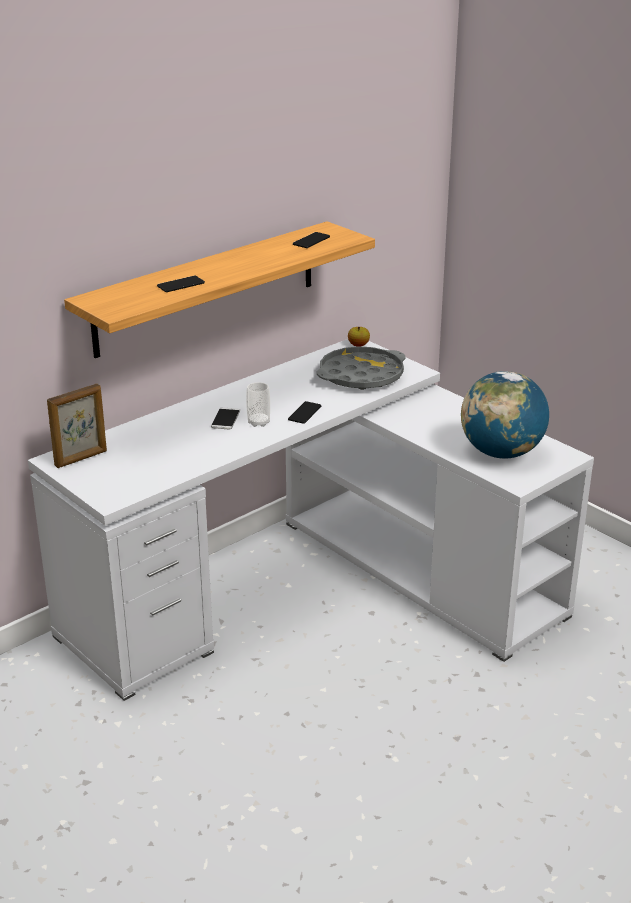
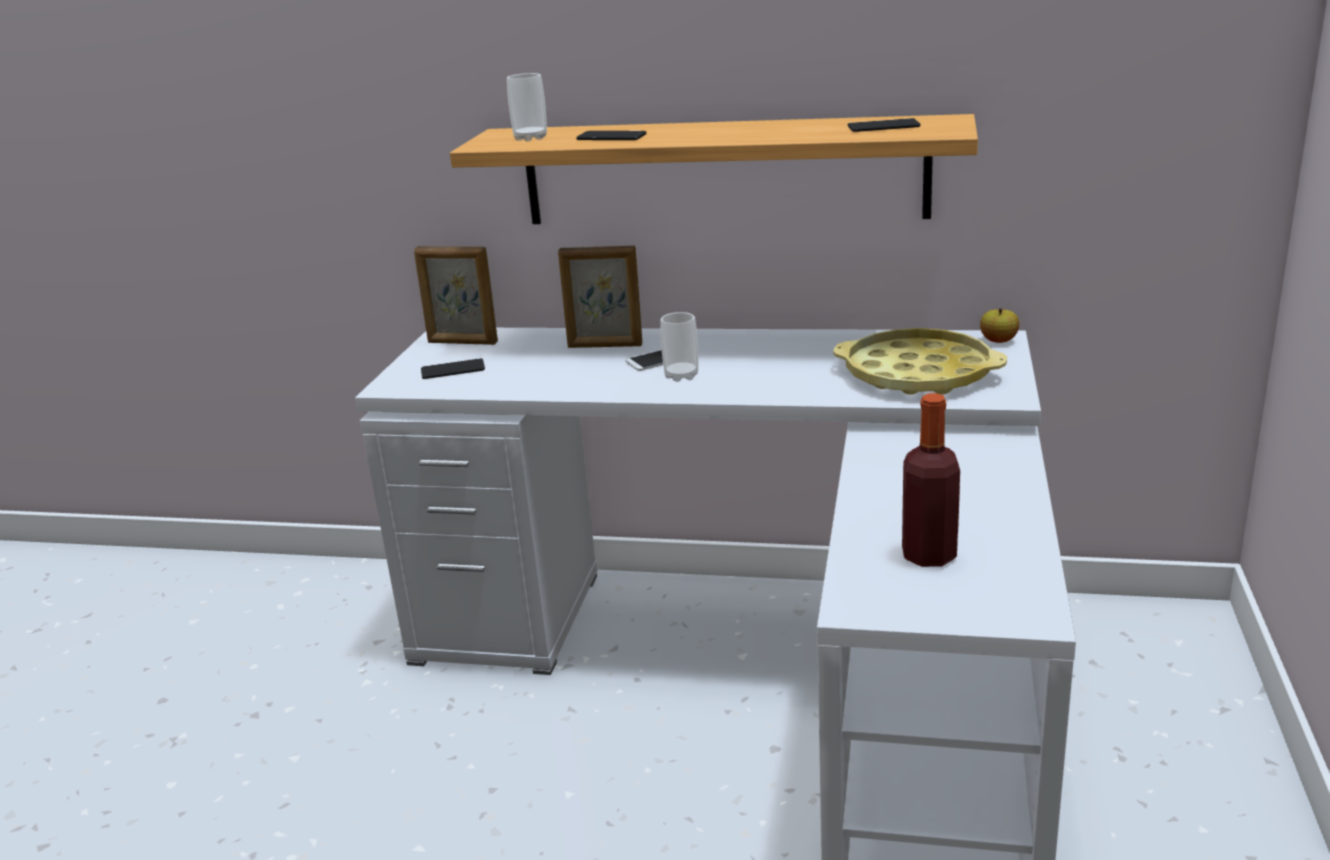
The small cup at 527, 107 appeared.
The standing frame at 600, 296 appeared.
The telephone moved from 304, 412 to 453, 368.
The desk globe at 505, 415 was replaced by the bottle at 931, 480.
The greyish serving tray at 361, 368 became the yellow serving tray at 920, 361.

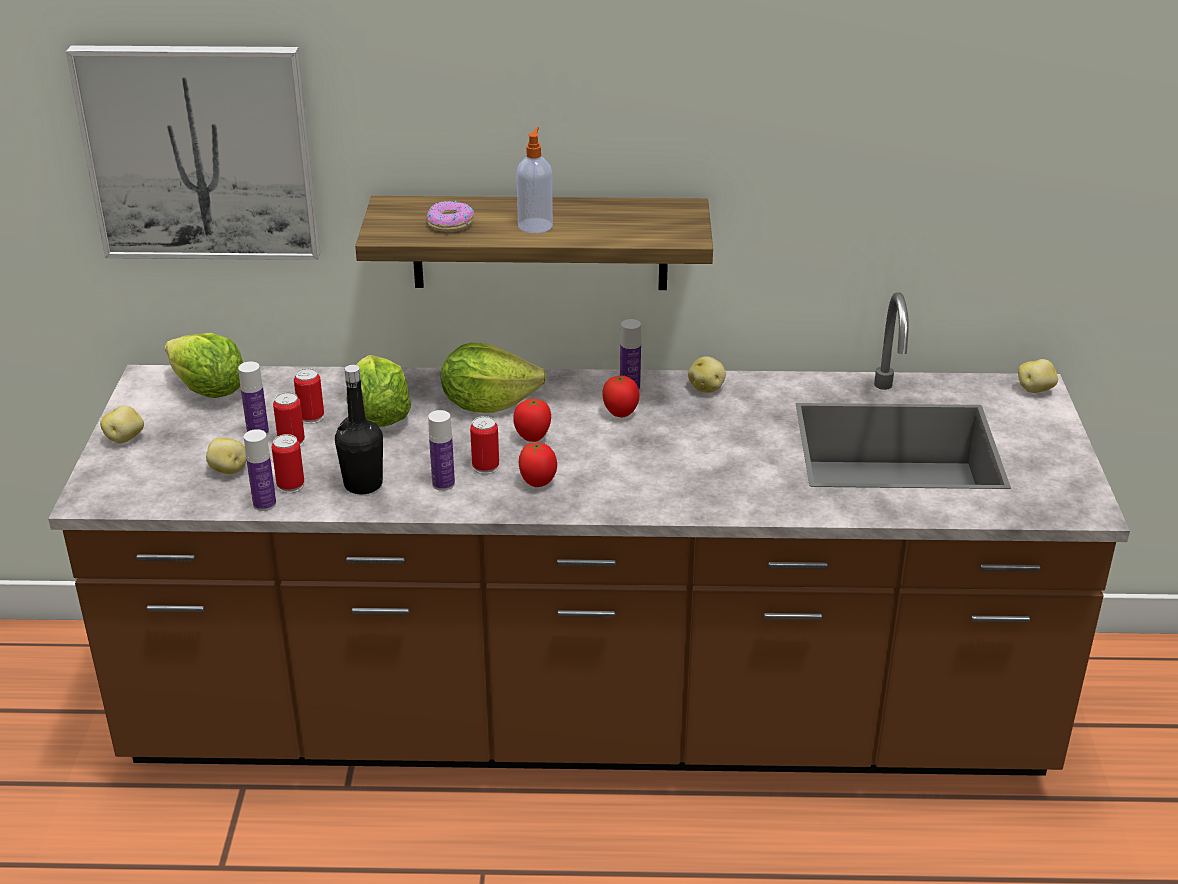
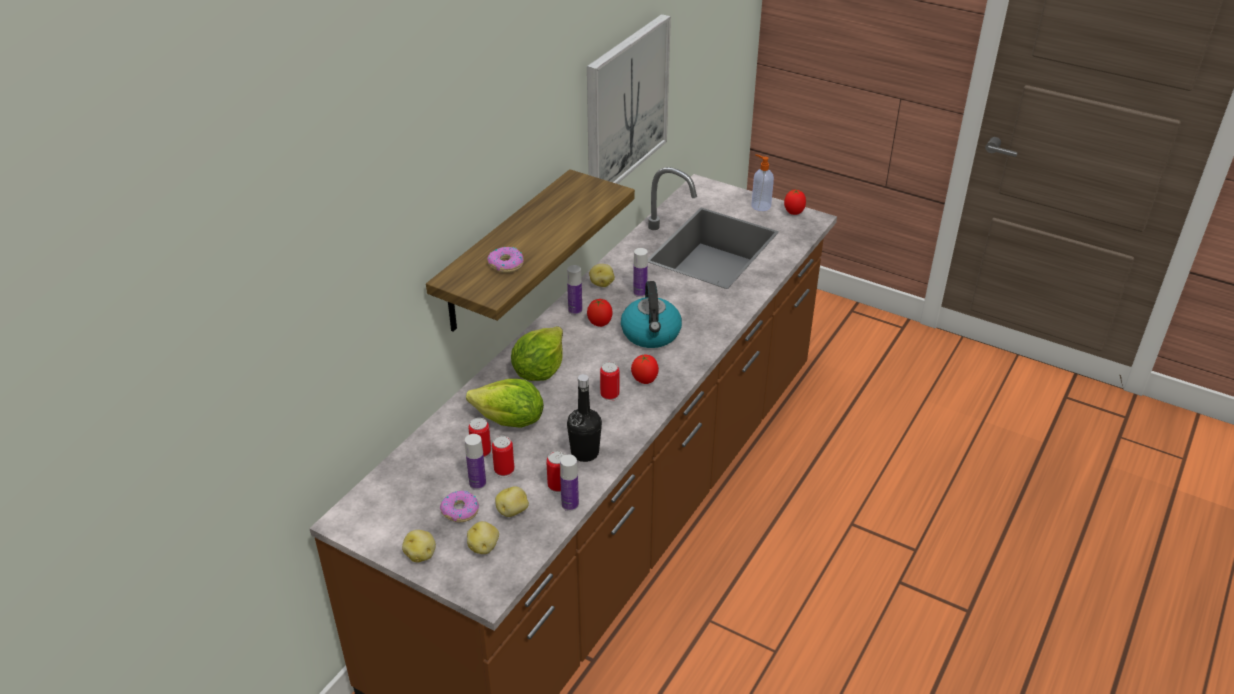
The lettuce head at 204, 365 disappeared.
The donut at 459, 506 appeared.
The tea kettle at 651, 314 appeared.
The wall picture moved from 193, 152 to 629, 99.
The bottle moved from 441, 450 to 640, 272.
The fresh tomato moved from 532, 420 to 795, 202.
The soap dispenser moved from 535, 180 to 762, 182.
The spud moved from 1038, 376 to 483, 537.

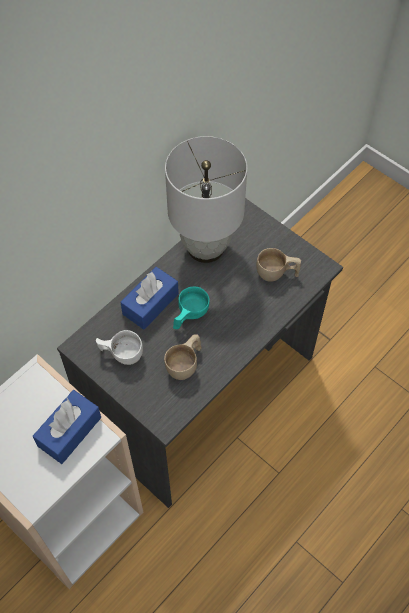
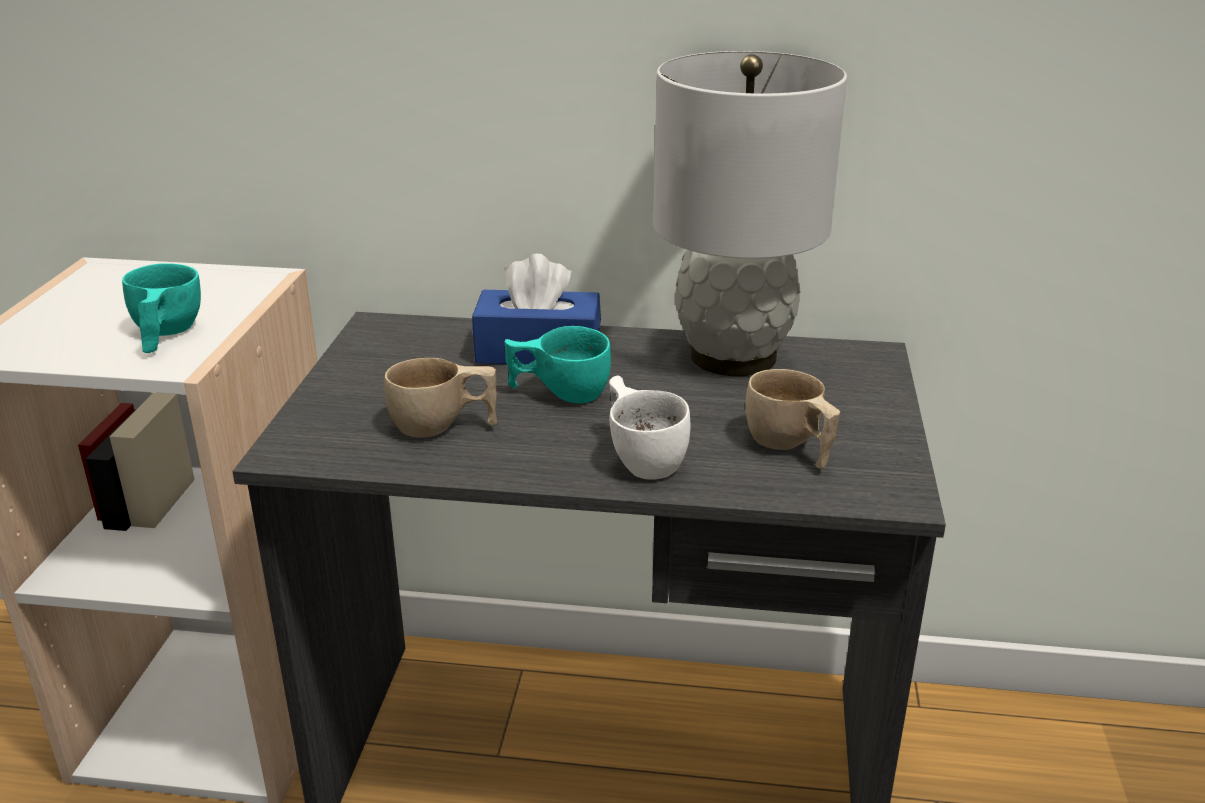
The white-coloured small cup moved from 119, 347 to 649, 427.
The blue box of tissues at 67, 427 was replaced by the blue-green small cup at 161, 308.

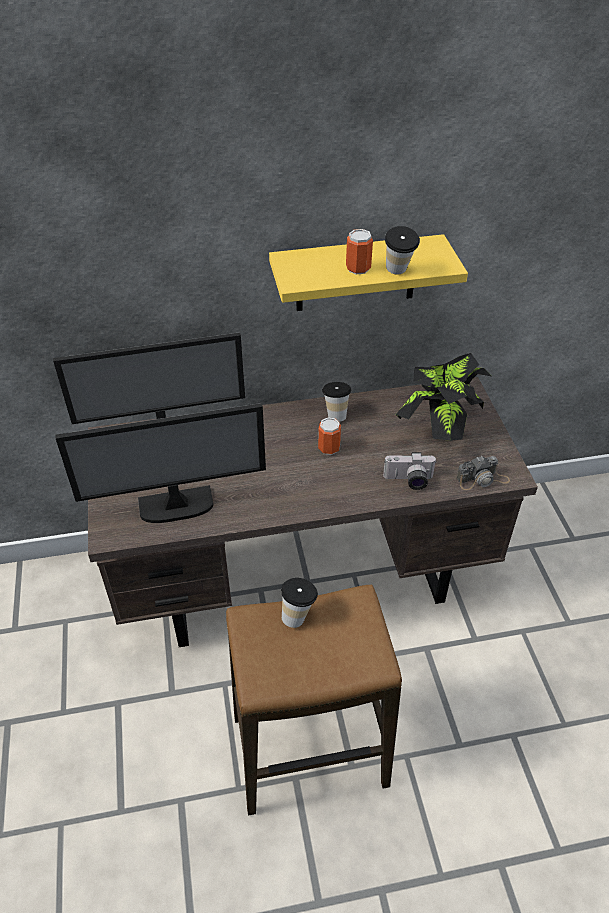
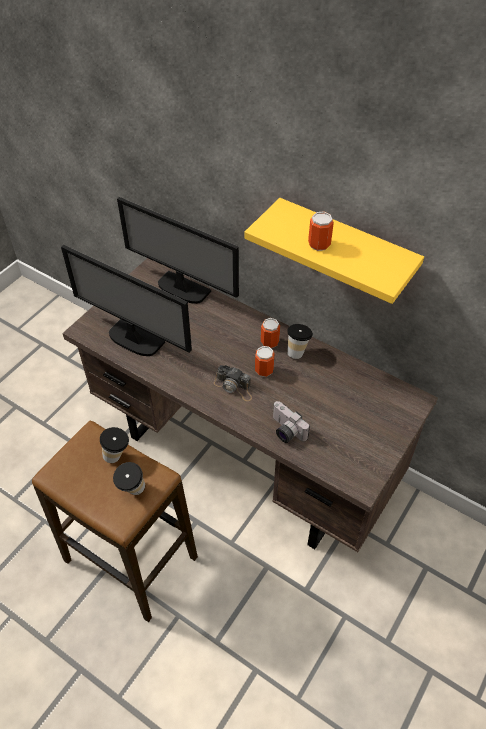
The potted plant at 443, 397 disappeared.
The can at 270, 333 appeared.
The small cup moved from 402, 250 to 129, 478.
The still camera moved from 483, 473 to 233, 383.

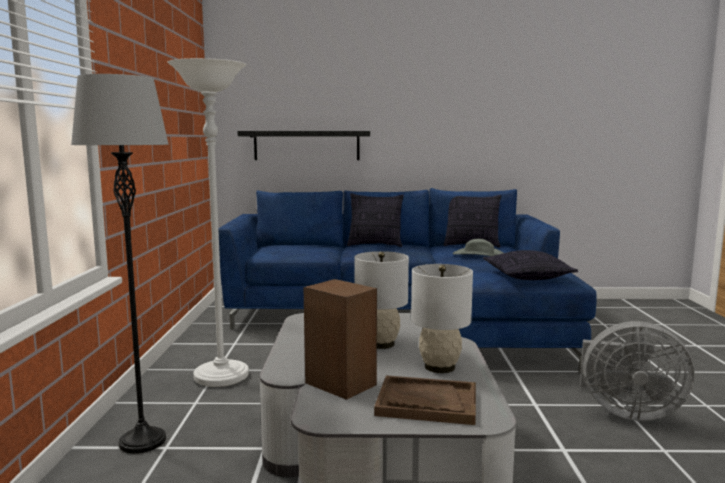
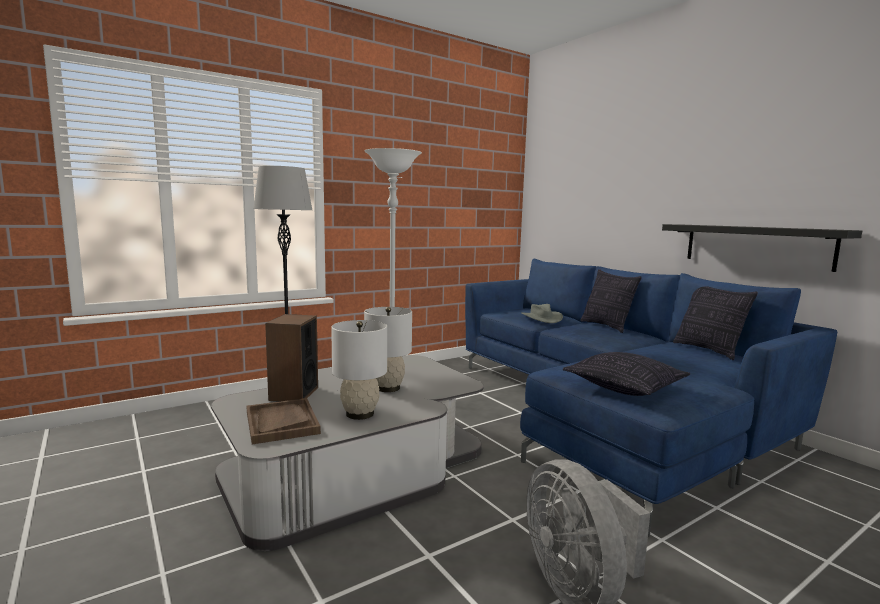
The black-coloured wall shelf moved from 304, 145 to 762, 248.
The greyish wearable hat moved from 477, 247 to 542, 313.

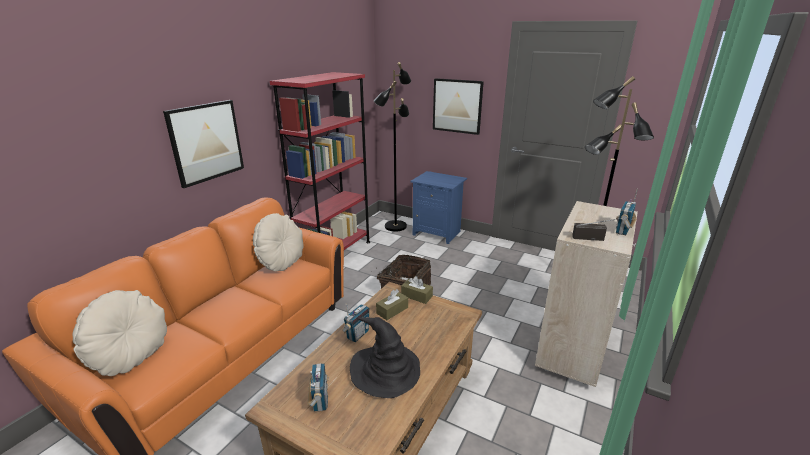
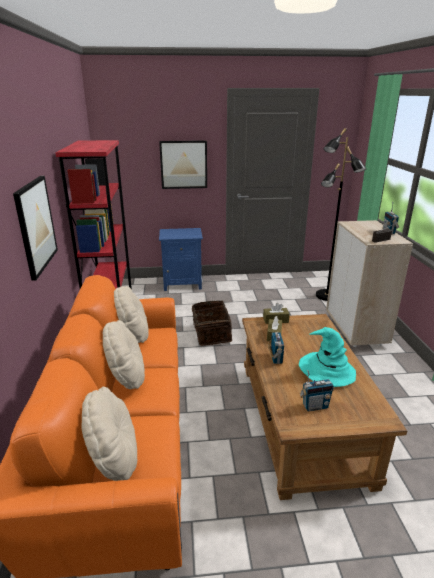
The black-coloured floor lamp at 392, 147 disappeared.
The beige cushion at 123, 354 appeared.
The black-coloured wearable hat at 385, 357 became the blue-green wearable hat at 327, 357.
The radio at 318, 388 turned 120 degrees clockwise.

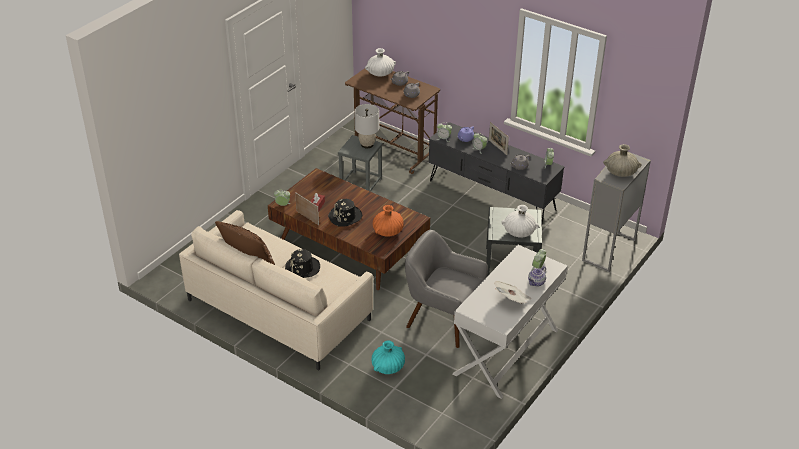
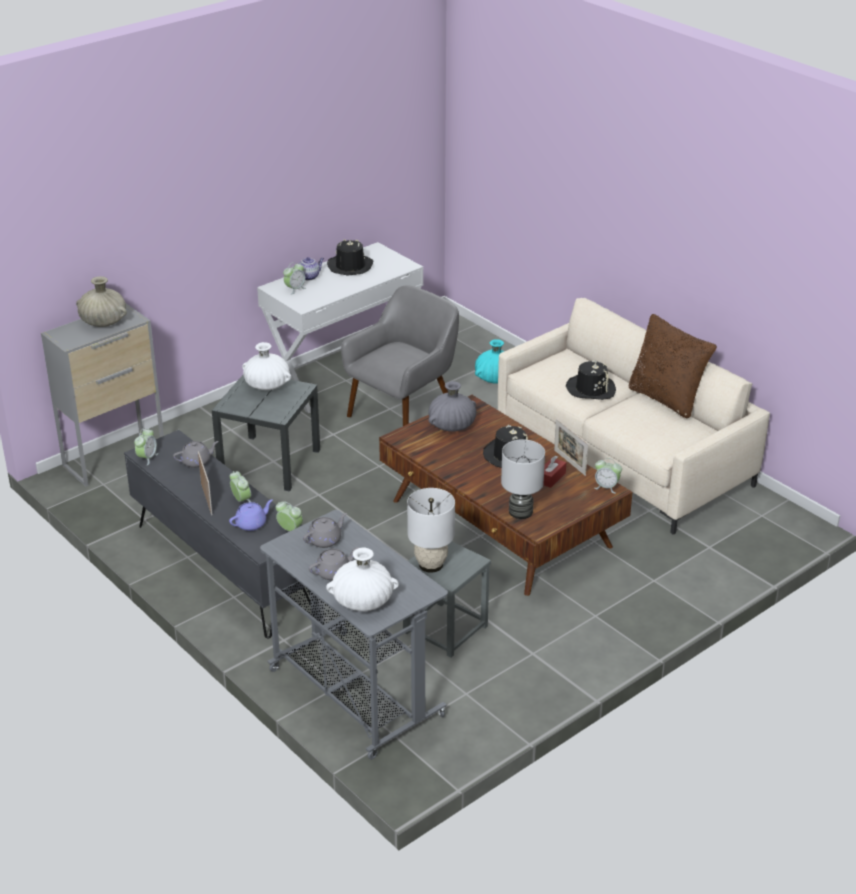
The greyish table lamp at 523, 479 appeared.
The daily paper at 512, 292 was replaced by the black-coloured wearable hat at 350, 257.
The brown-coloured desk table at 392, 121 became the greyish desk table at 354, 635.
The orange-coloured decorative vase at 388, 221 became the greyish decorative vase at 452, 406.
The greyish easy chair at 446, 289 turned 90 degrees counterclockwise.

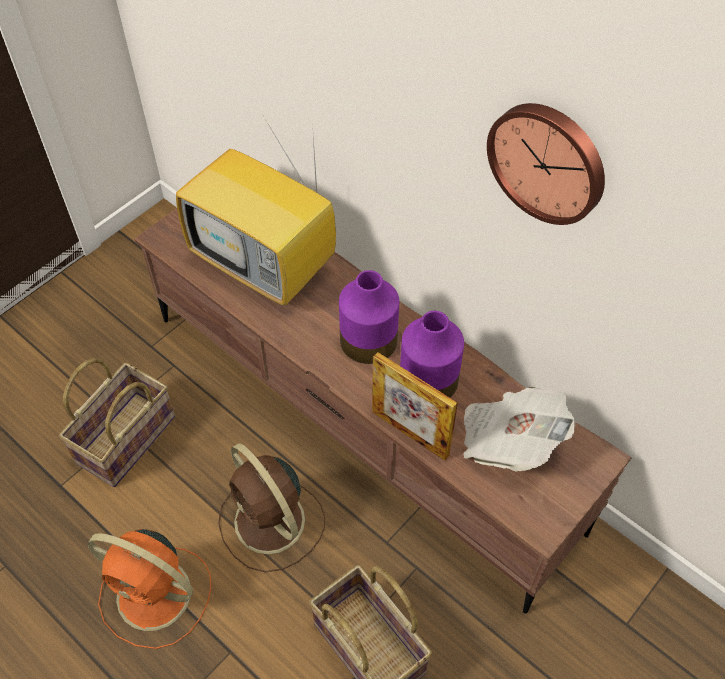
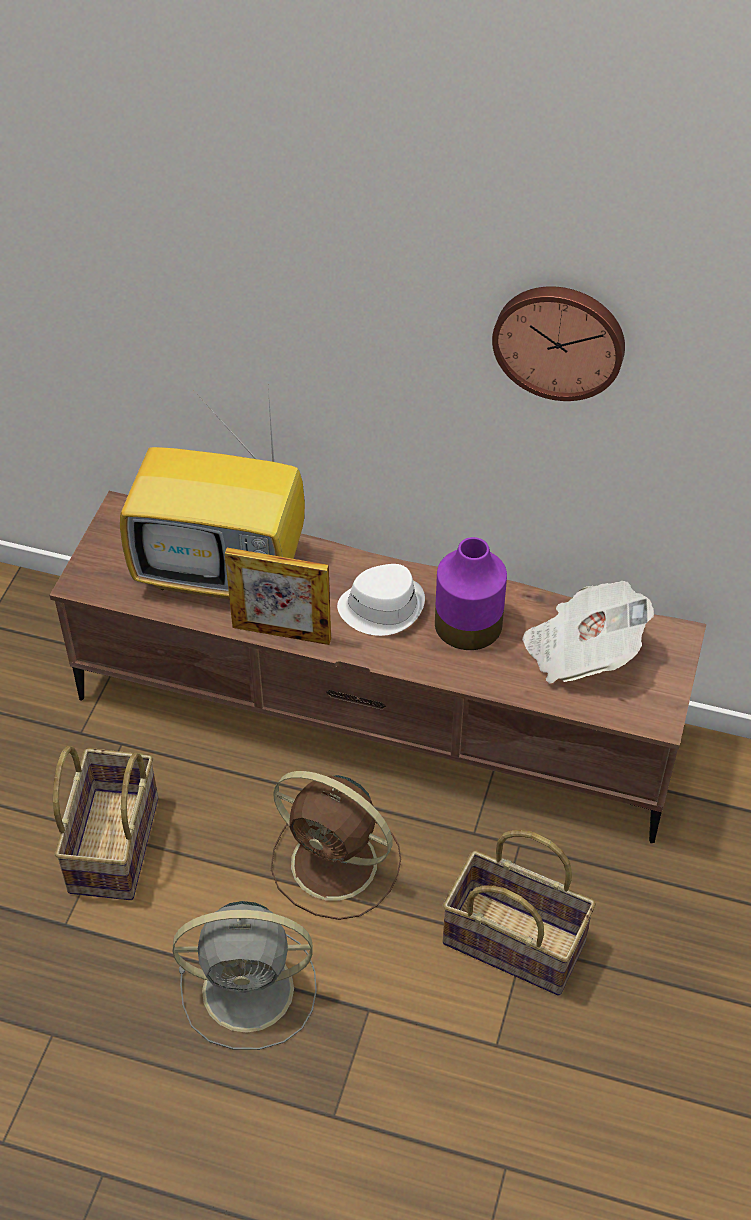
The standing frame moved from 415, 406 to 278, 596.
The purple decorative vase at 369, 317 was replaced by the white-coloured wearable hat at 381, 600.
The orange-coloured cooling fan at 150, 589 became the greyish cooling fan at 244, 975.

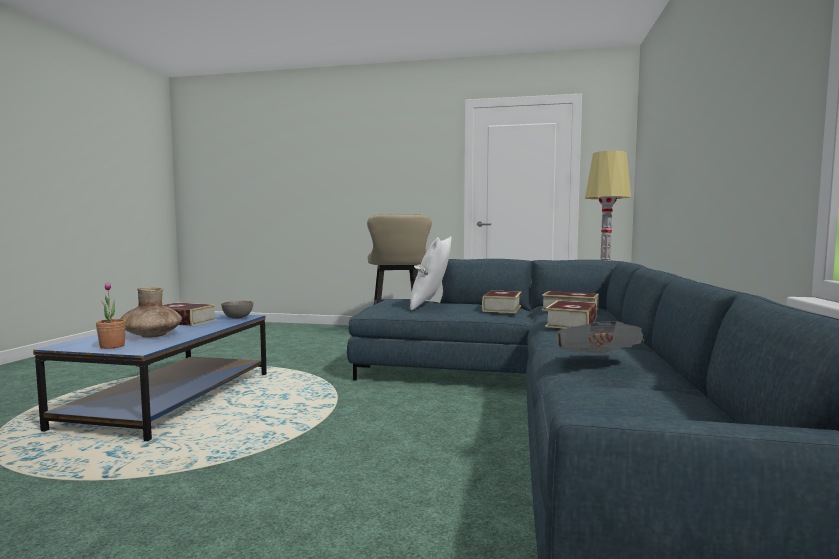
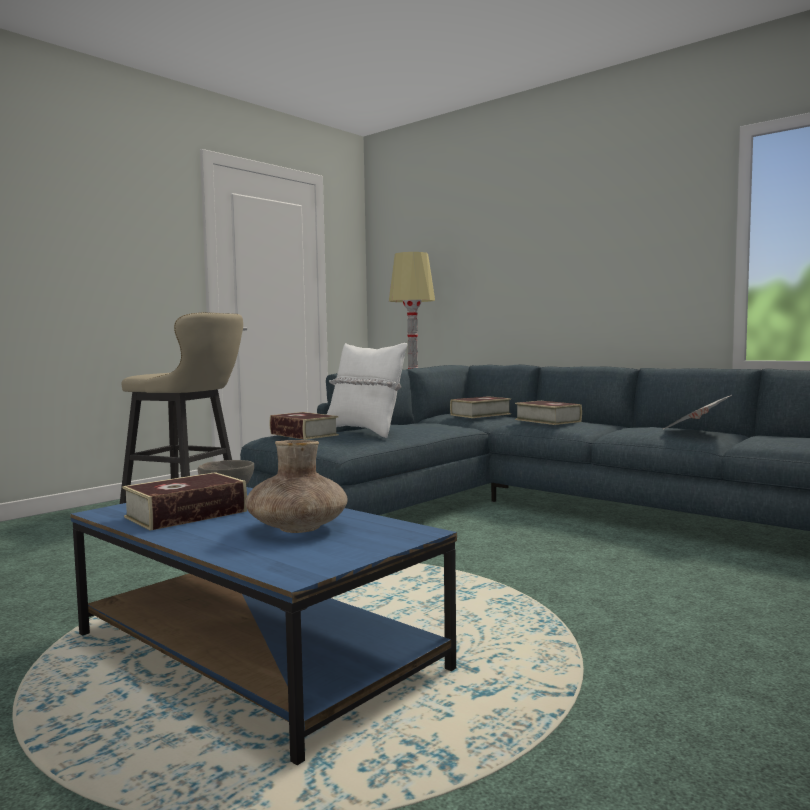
The potted plant at 111, 316 disappeared.
The volume moved from 502, 301 to 304, 426.

